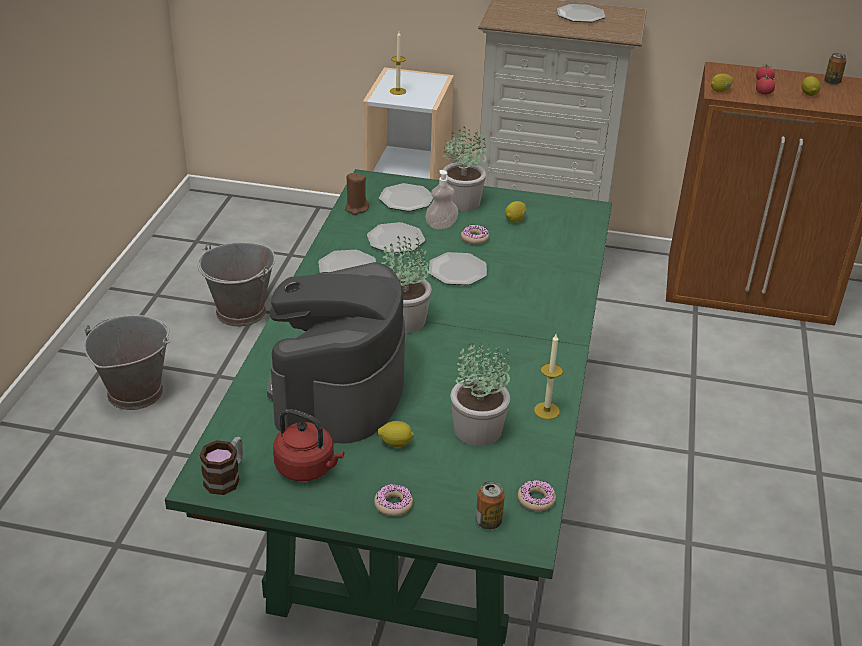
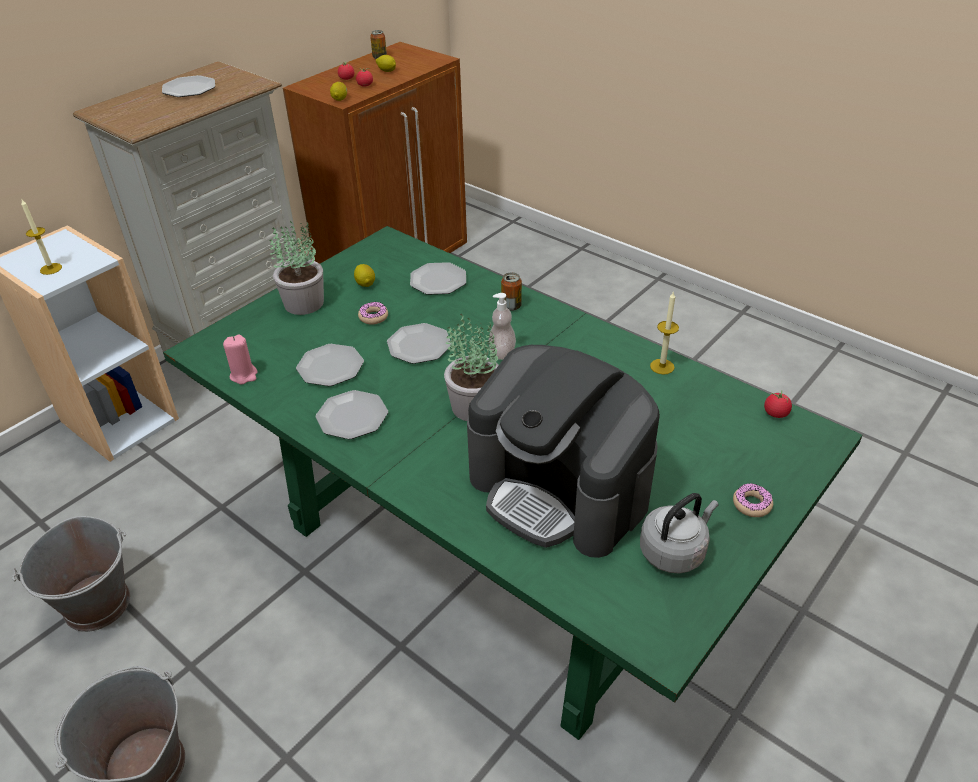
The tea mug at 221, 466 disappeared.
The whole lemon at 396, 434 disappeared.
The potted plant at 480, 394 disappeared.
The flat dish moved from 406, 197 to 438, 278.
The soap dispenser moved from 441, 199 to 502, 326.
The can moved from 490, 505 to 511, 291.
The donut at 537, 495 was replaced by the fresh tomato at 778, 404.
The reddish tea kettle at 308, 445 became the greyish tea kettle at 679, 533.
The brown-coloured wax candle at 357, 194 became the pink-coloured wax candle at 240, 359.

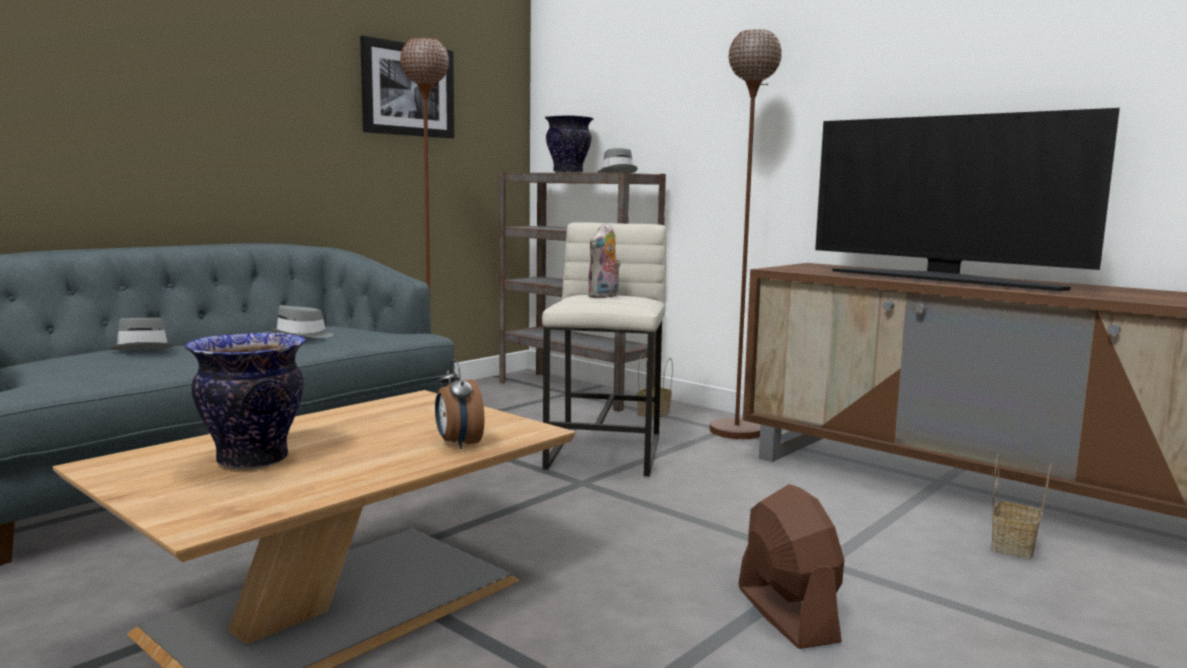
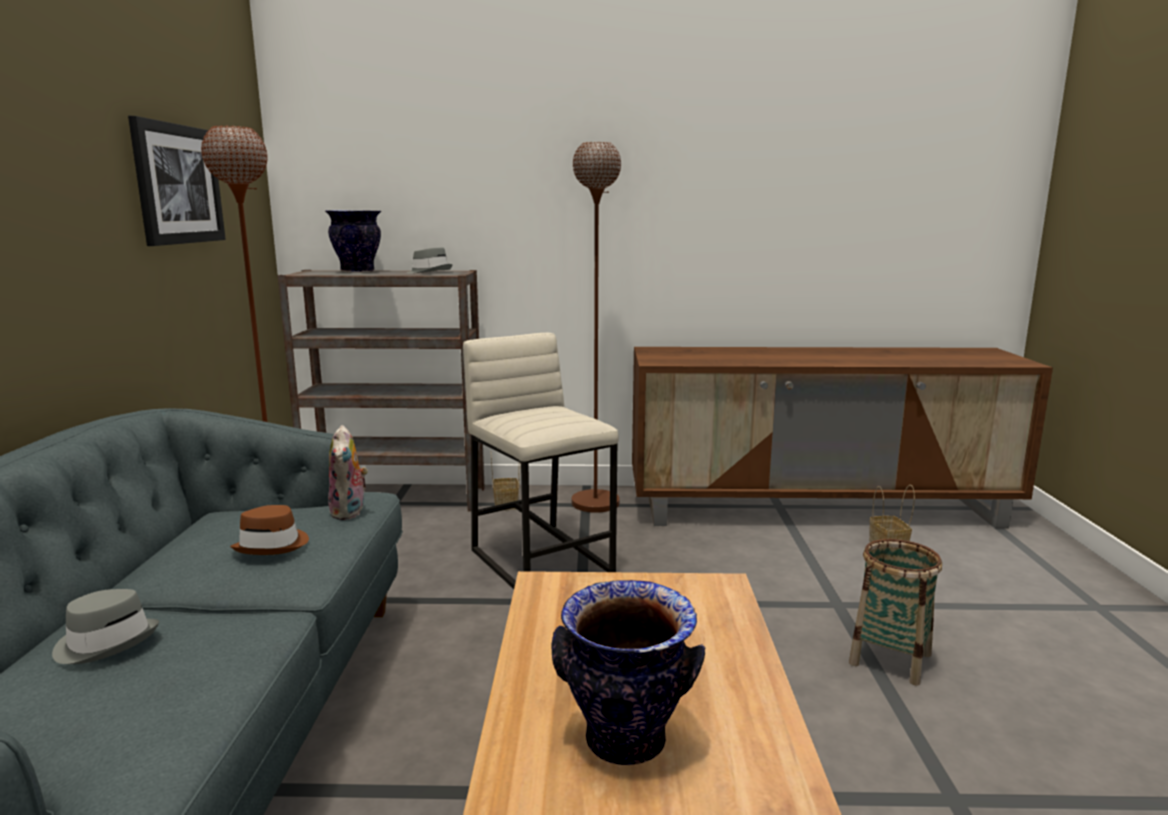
The alarm clock at 459, 404 disappeared.
The TV at 967, 199 disappeared.
The cuddly toy moved from 604, 260 to 348, 472.
The brown-coloured cooling fan at 791, 566 was replaced by the storage basket at 895, 612.
The greyish wearable hat at 302, 322 became the brown-coloured wearable hat at 269, 530.

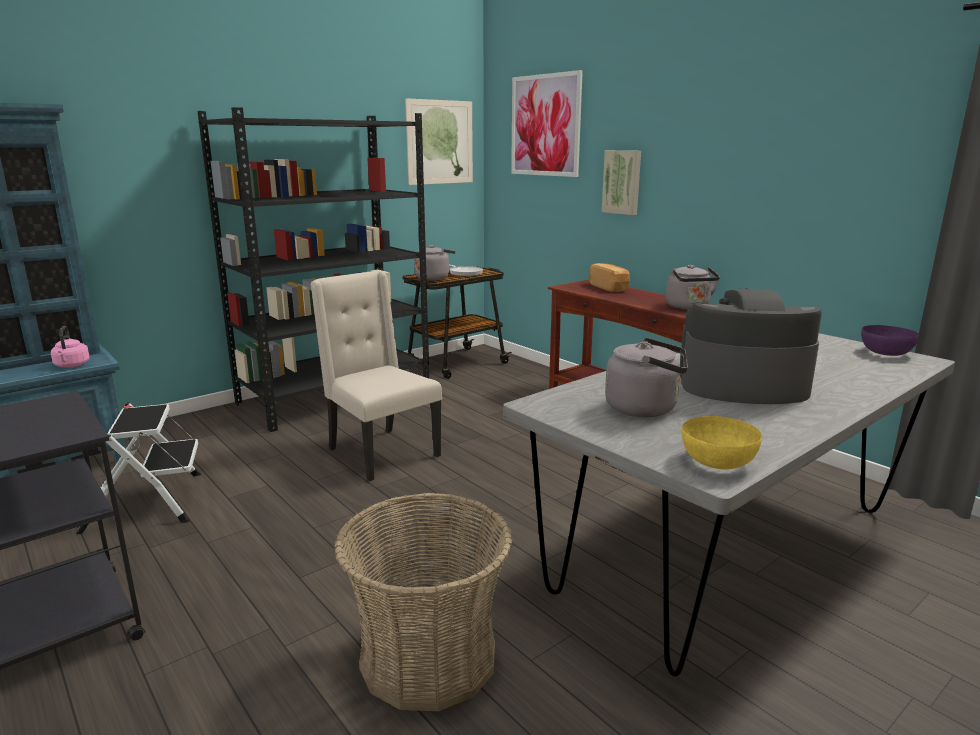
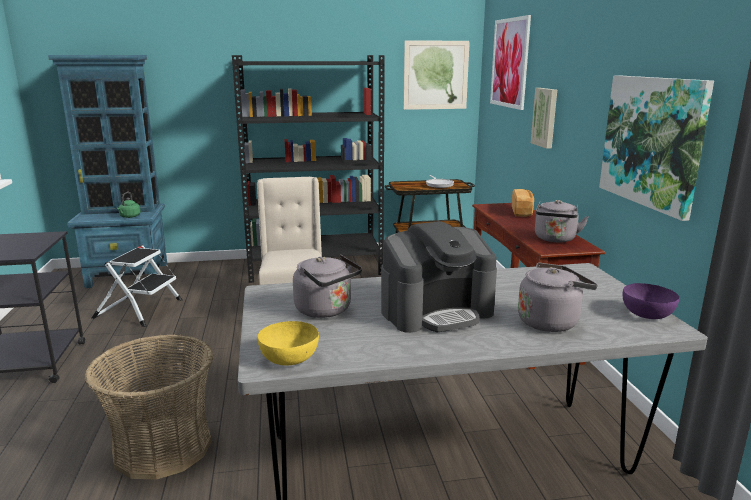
The wall picture at 656, 148 appeared.
The greyish tea kettle moved from 434, 263 to 558, 297.
The pink-coloured tea kettle at 70, 347 became the green tea kettle at 129, 205.
The coffee maker at 751, 346 turned 120 degrees clockwise.

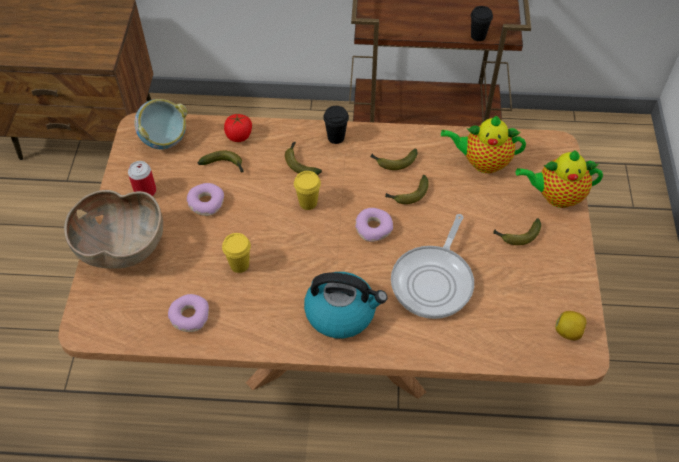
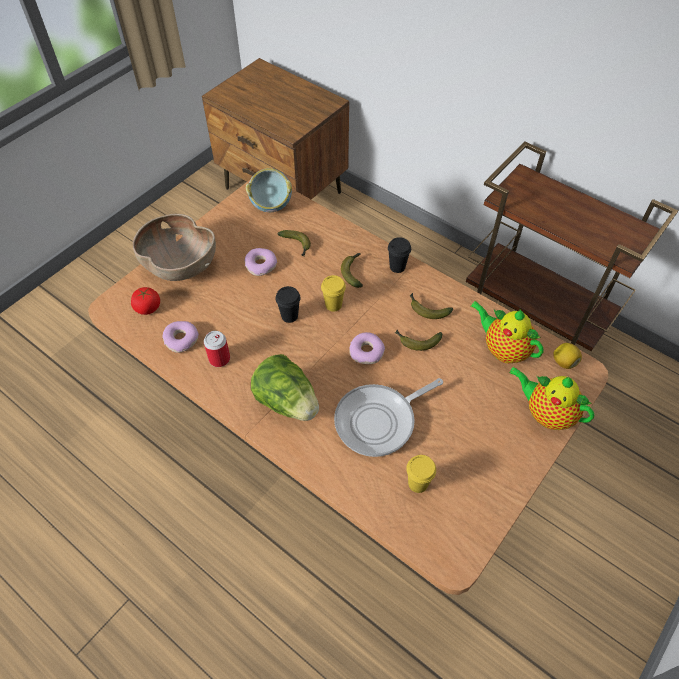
The banana fruit at 517, 231 disappeared.
The can moved from 142, 178 to 217, 349.
The yellow small cup moved from 236, 253 to 421, 474.
The fresh tomato moved from 238, 128 to 145, 301.
The black-coloured small cup moved from 482, 23 to 288, 304.
The whole lemon moved from 570, 325 to 567, 356.
The tea kettle at 345, 305 was replaced by the lettuce head at 285, 387.

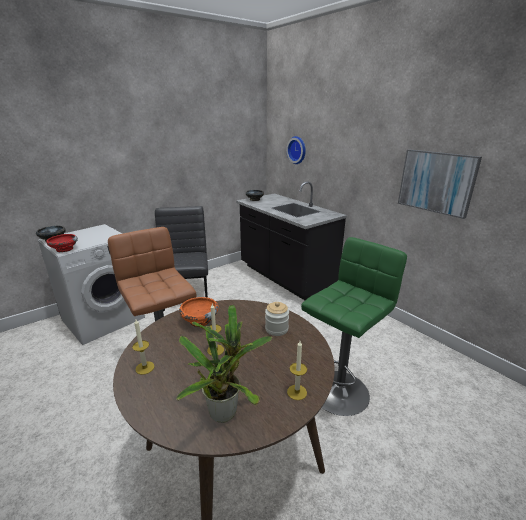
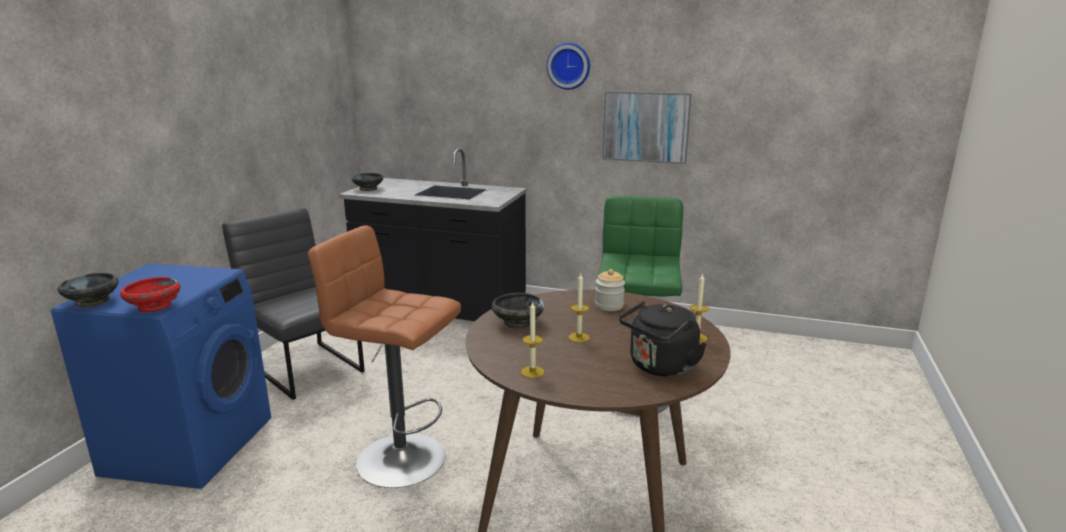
The hanging clock moved from 296, 150 to 568, 66.
The potted plant at 224, 364 was replaced by the black-coloured tea kettle at 663, 339.
The white-coloured laundry appliance at 91, 284 became the blue laundry appliance at 161, 376.
The orange-coloured serving bowl at 198, 312 became the black-coloured serving bowl at 518, 311.

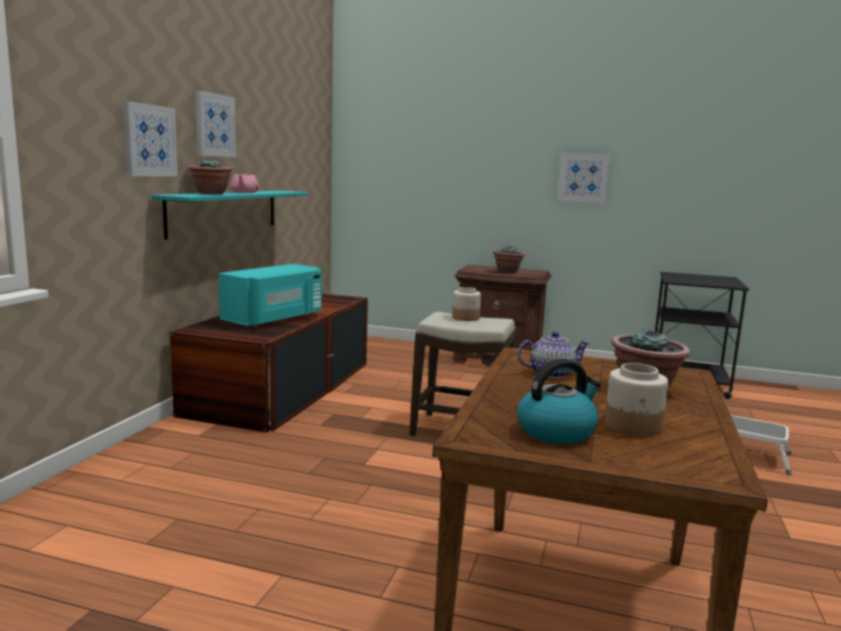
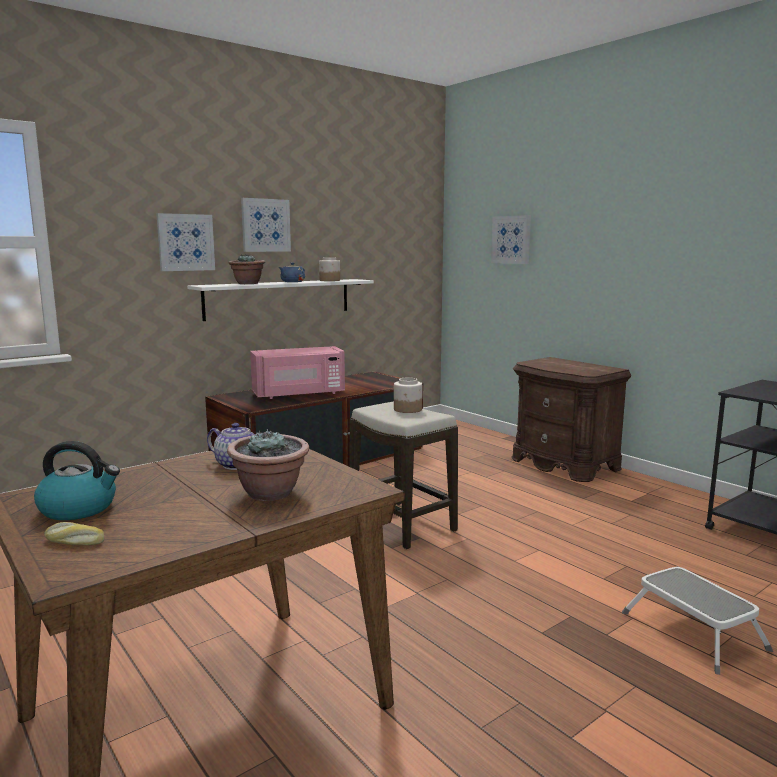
The potted plant at 509, 259 disappeared.
The bread at 74, 533 appeared.
The wall picture moved from 584, 178 to 511, 239.
The preserve jar moved from 636, 399 to 329, 269.
The blue-green wall shelf at 229, 215 became the white-coloured wall shelf at 280, 300.
The blue-green microwave oven at 270, 295 became the pink-coloured microwave oven at 297, 372.
The pink-coloured pot for tea at 244, 181 became the blue pot for tea at 292, 272.

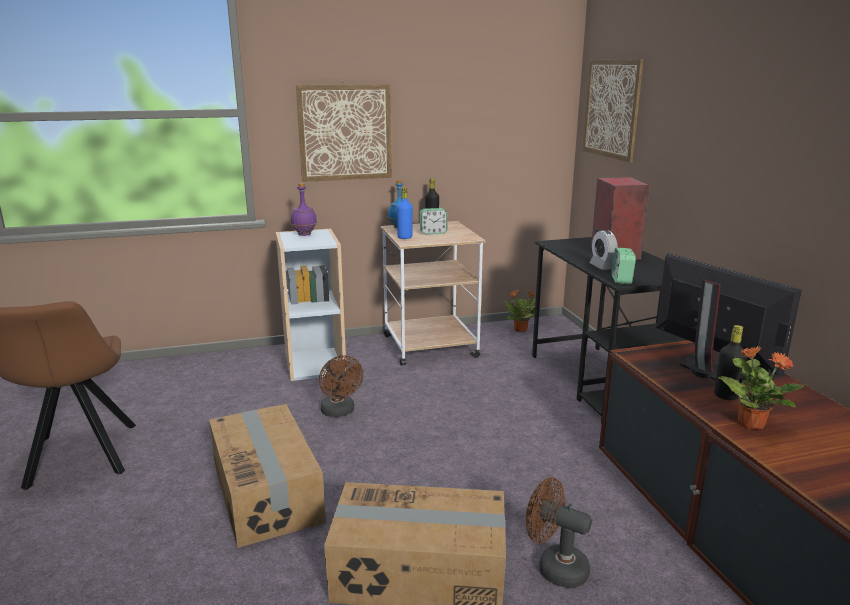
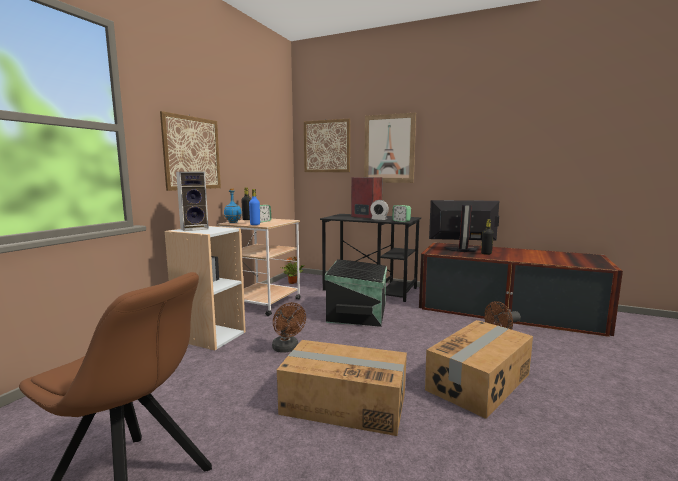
The potted plant at 761, 387 disappeared.
The black-coloured storage box at 356, 293 appeared.
The wall picture at 390, 148 appeared.
The purple bottle at 304, 209 was replaced by the loudspeaker at 192, 201.
The brown-coloured cooling fan at 341, 386 turned 45 degrees clockwise.

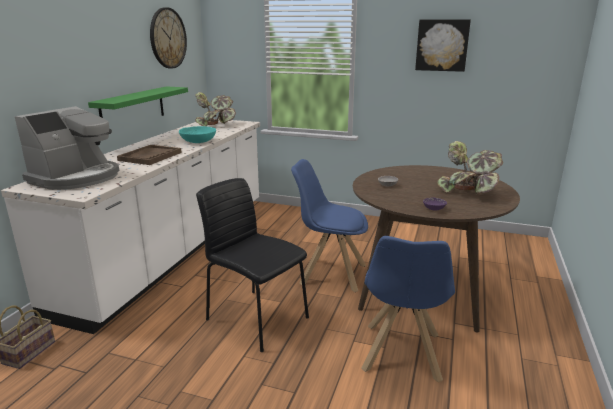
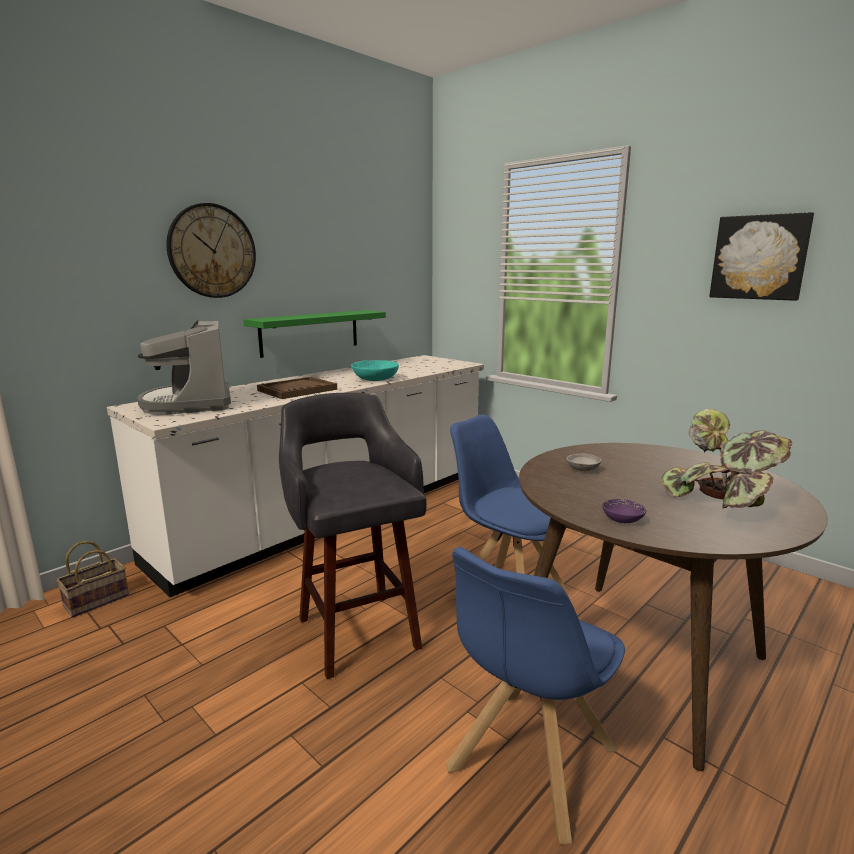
The potted plant at 215, 109 disappeared.
The hanging clock moved from 168, 37 to 211, 250.
The black-coloured chair at 252, 265 was replaced by the greyish stool seat at 353, 536.
The coffee maker at 66, 148 turned 105 degrees clockwise.

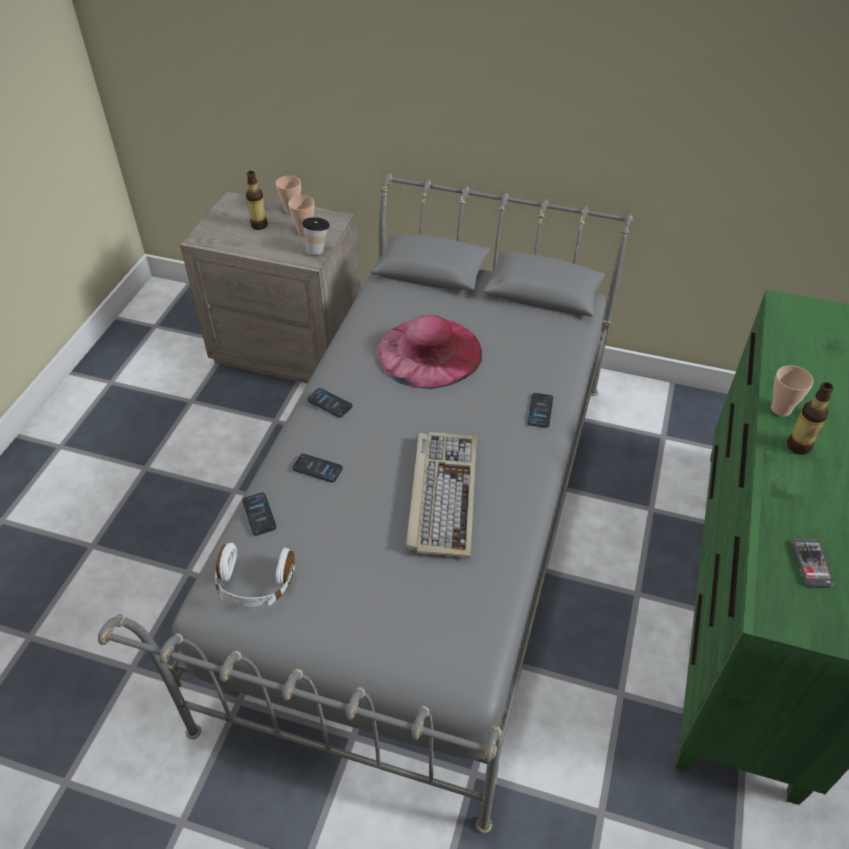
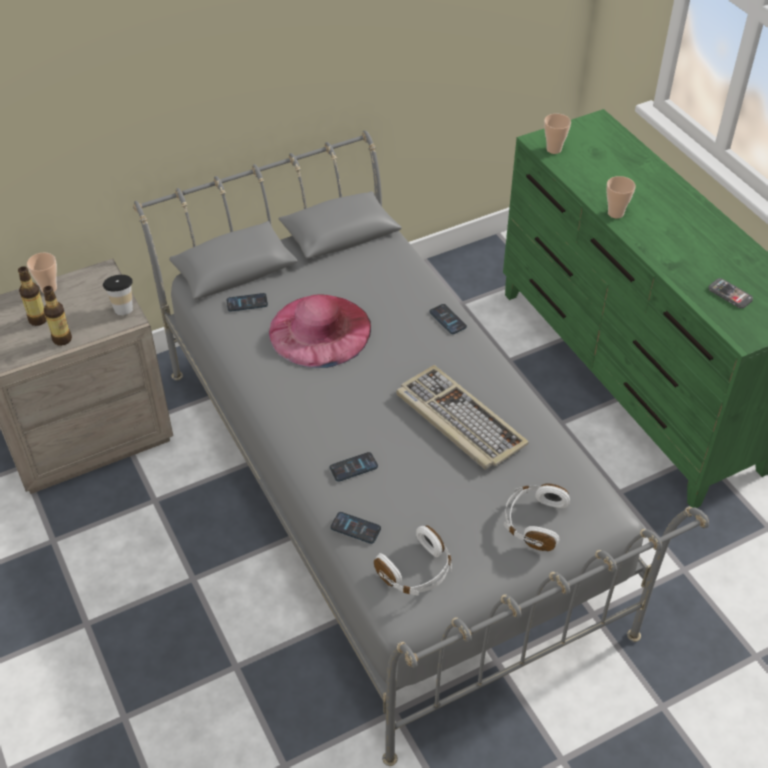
The white-coloured pair of headphones at 537, 517 appeared.
The small cup moved from 301, 215 to 557, 134.
The telephone moved from 329, 403 to 247, 302.
The bottle moved from 810, 418 to 57, 316.

